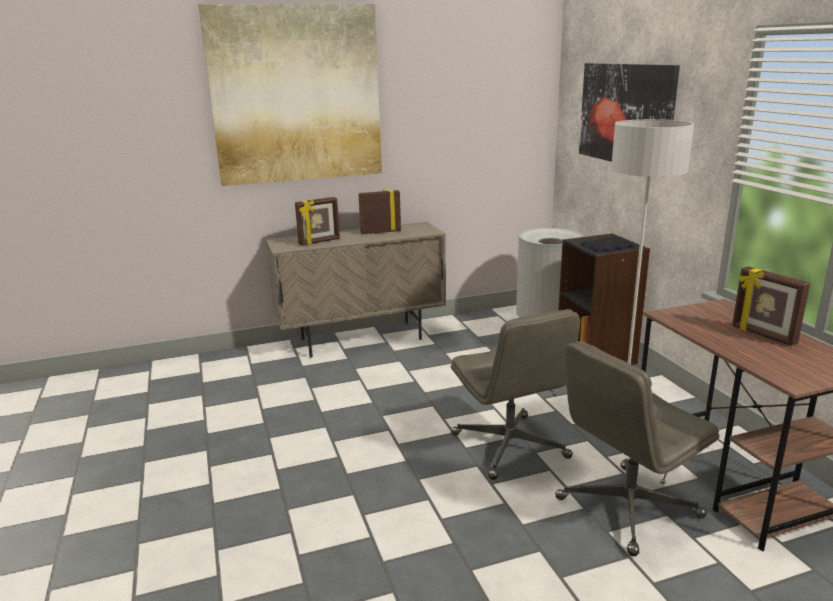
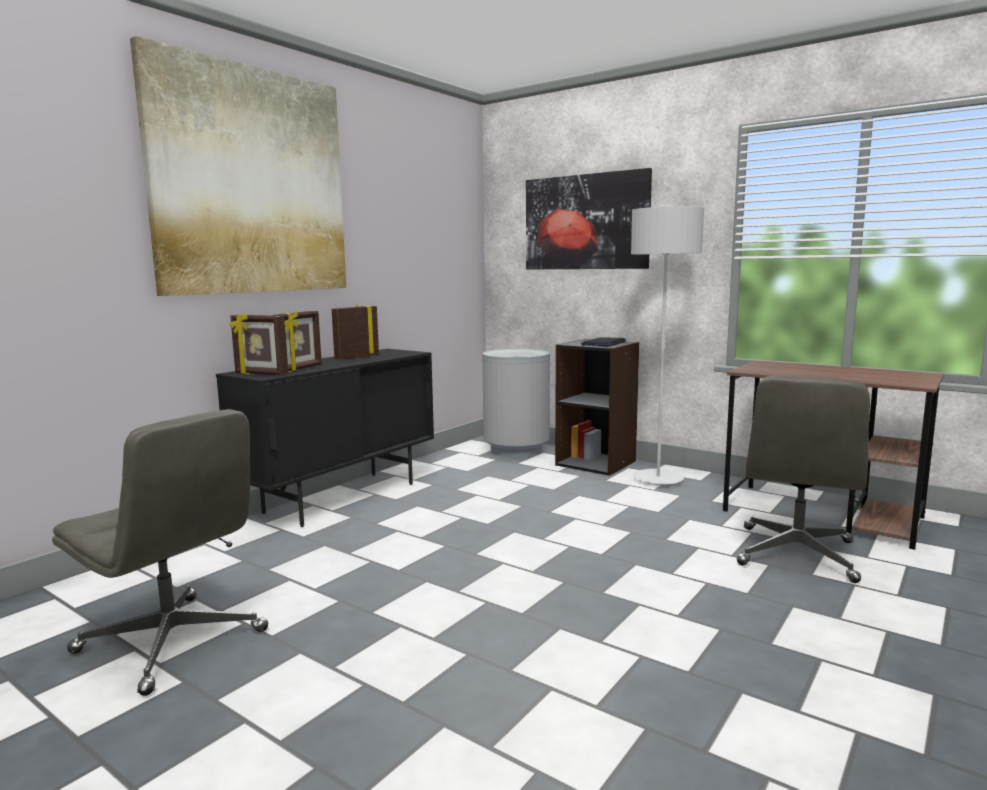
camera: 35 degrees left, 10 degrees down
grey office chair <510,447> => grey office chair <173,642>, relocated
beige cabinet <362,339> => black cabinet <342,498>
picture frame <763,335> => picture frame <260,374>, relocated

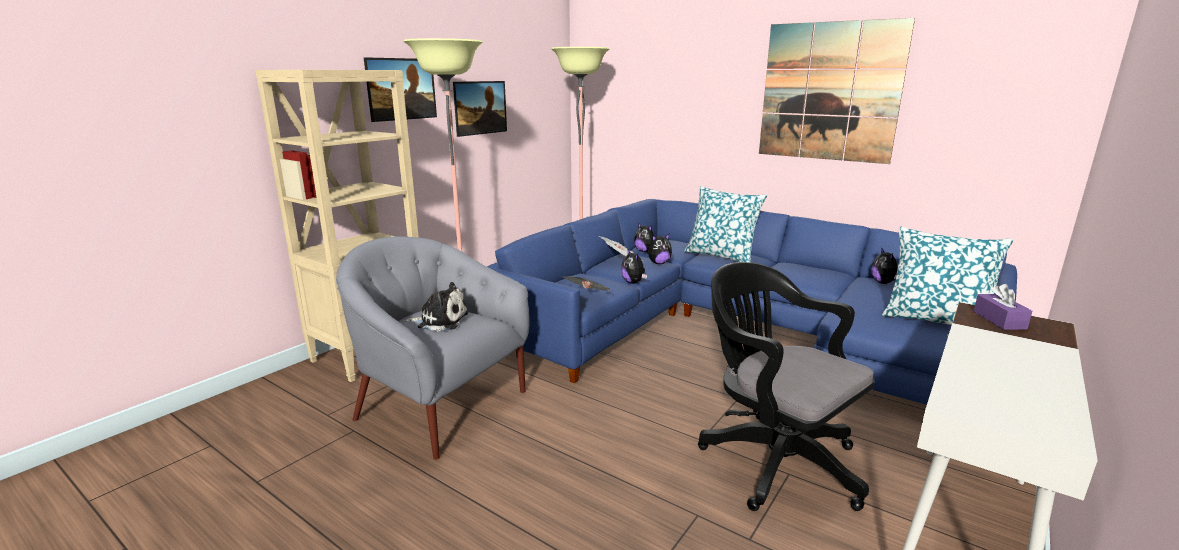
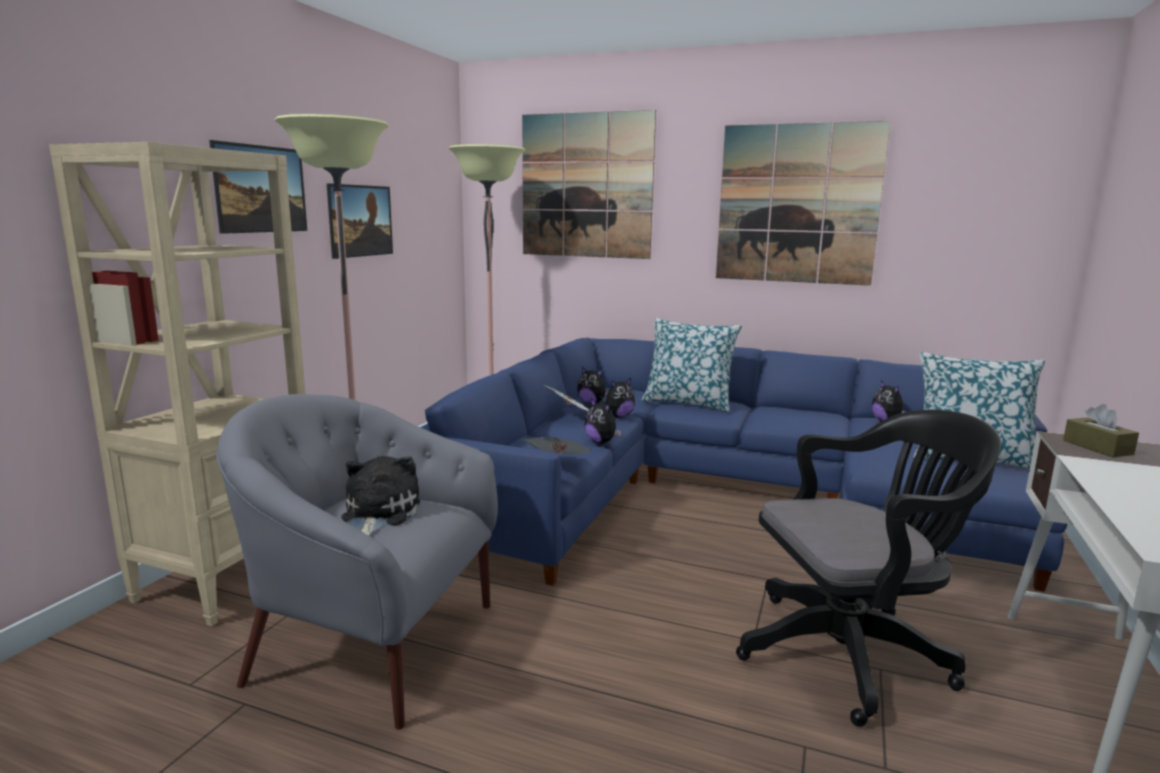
camera: 15 degrees left, 5 degrees down
plush toy <440,320> => plush toy <378,514>, 75 degrees counterclockwise
nothing => picture <586,186>
black office chair <773,459> => black office chair <852,653>, 135 degrees clockwise
purple tissue box <999,320> => brown tissue box <1097,447>

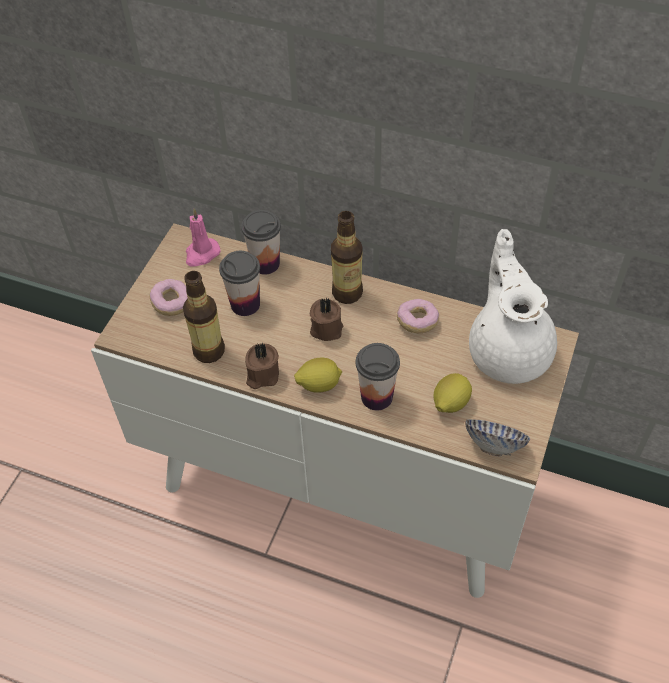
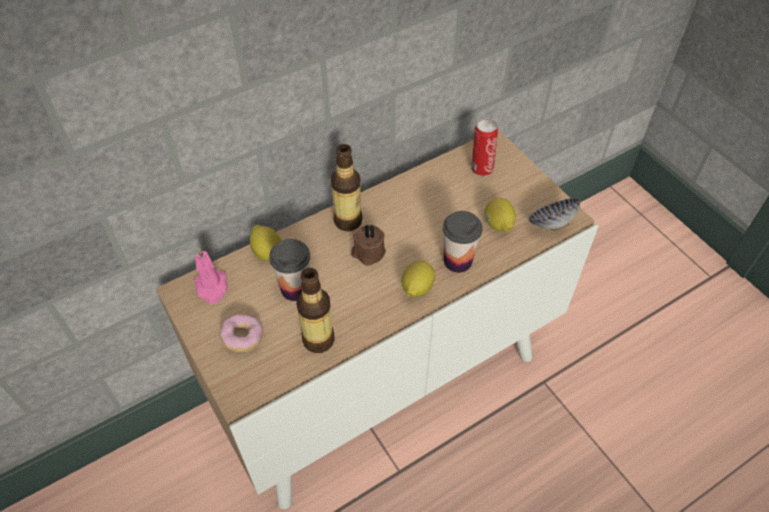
camera: 55 degrees left, 0 degrees up
cup <265,263> => lemon <267,252>
white teapot <509,350> => can <481,168>
brown candle <262,375> => nothing
donut <417,322> => nothing

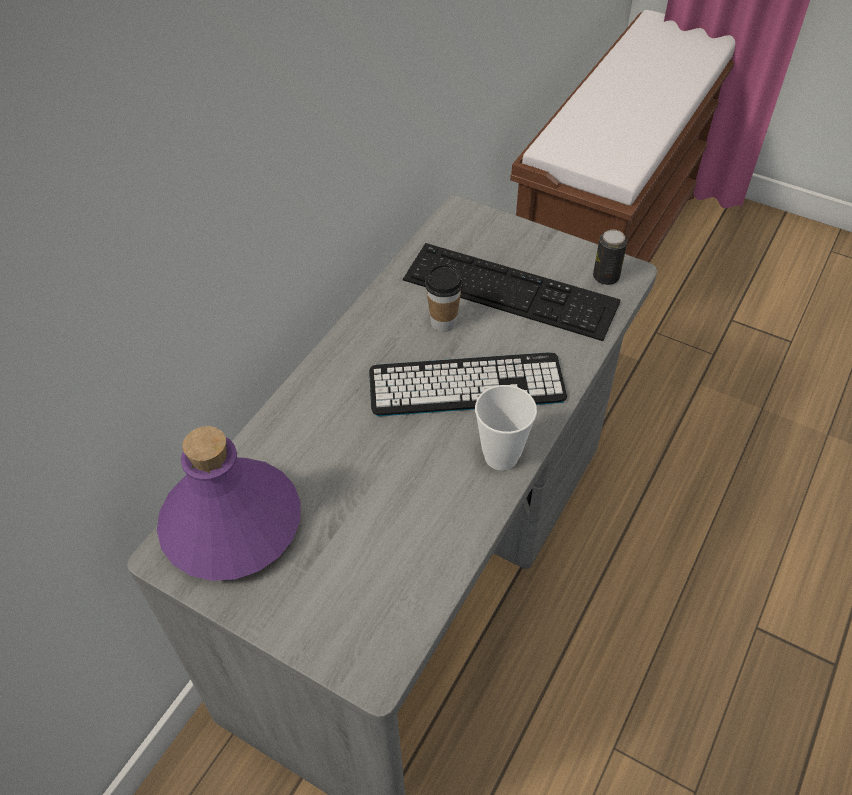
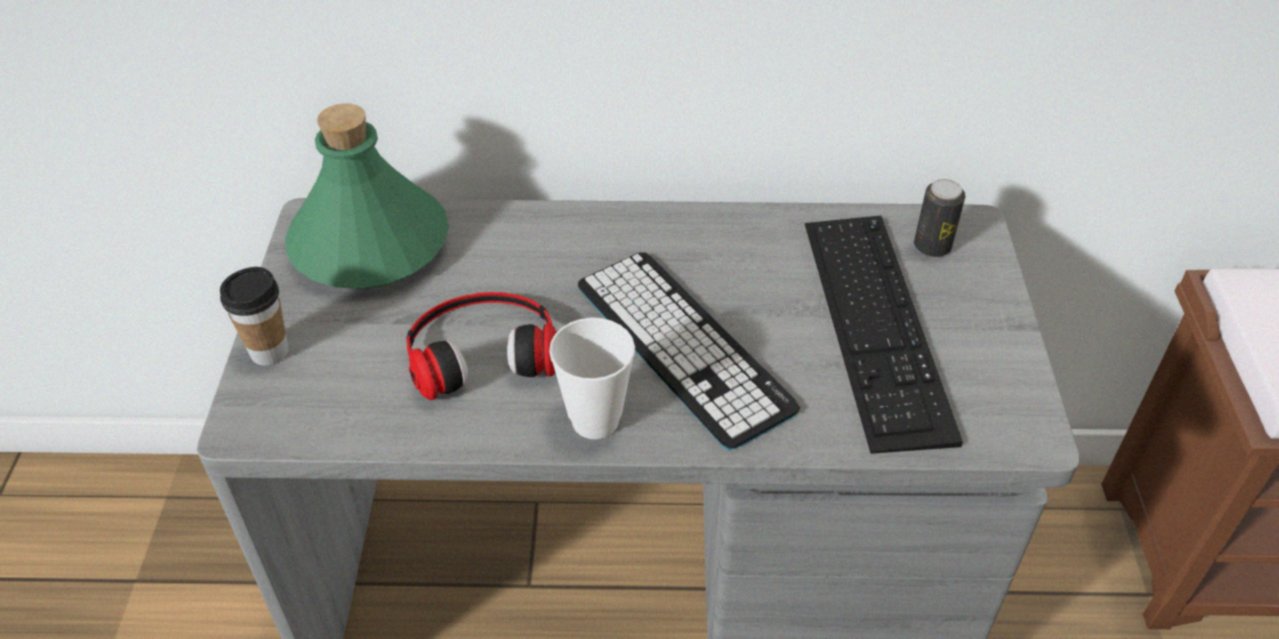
camera: 60 degrees right, 5 degrees down
cup <443,322> => cup <269,351>, relocated
purple bottle <231,524> => green bottle <370,244>
nothing => headphones <482,349>
can <606,277> => can <932,246>, relocated

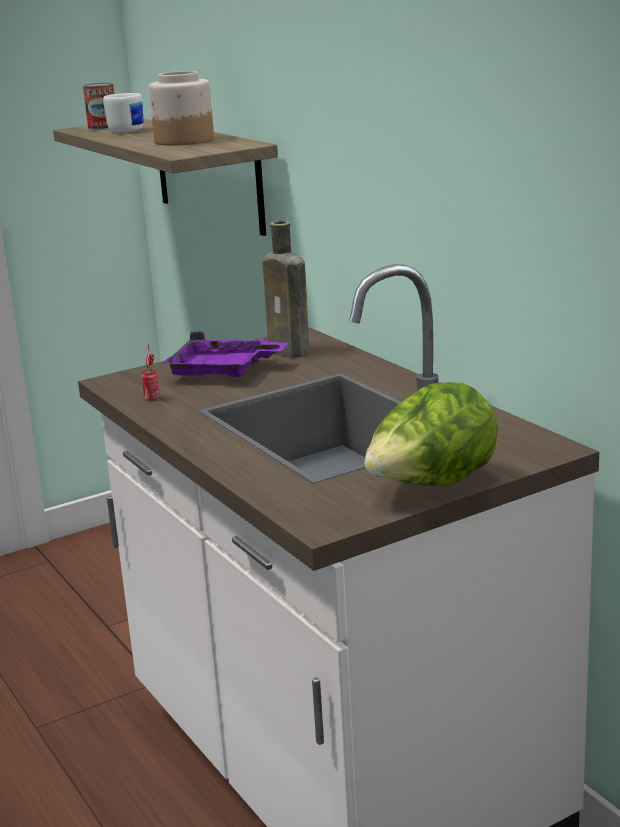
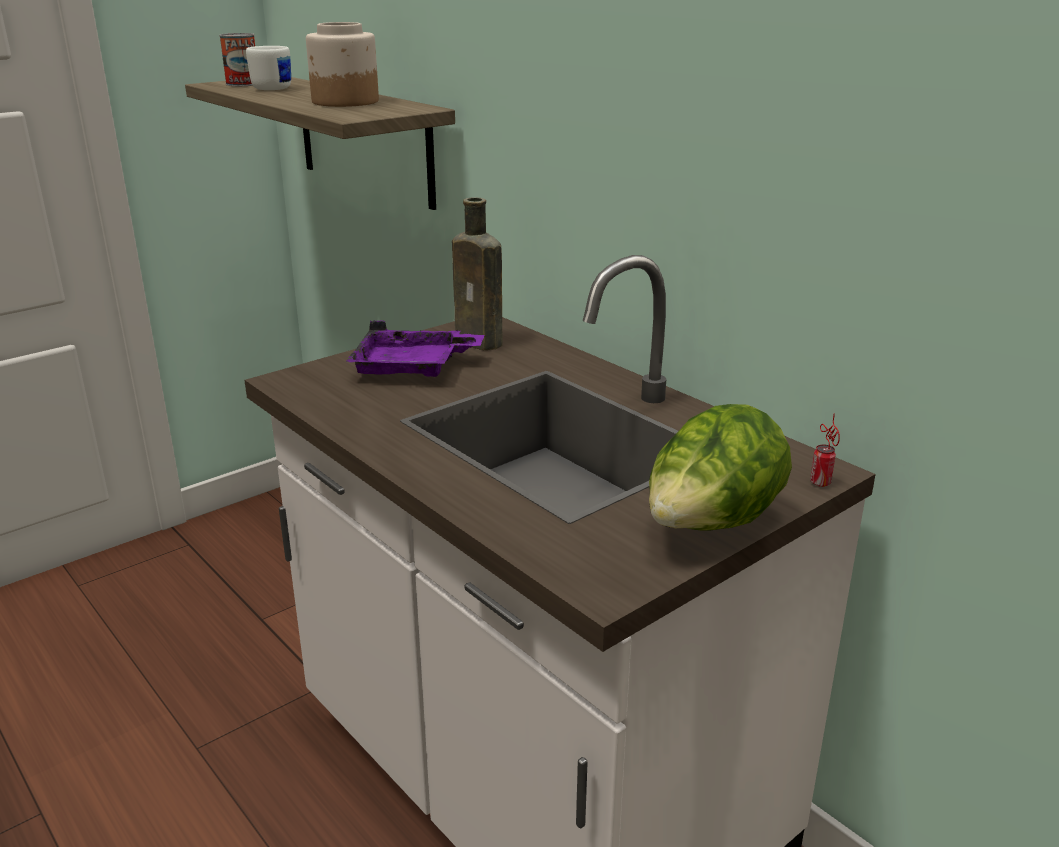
camera: 10 degrees left, 5 degrees up
can <152,398> => can <819,481>, relocated

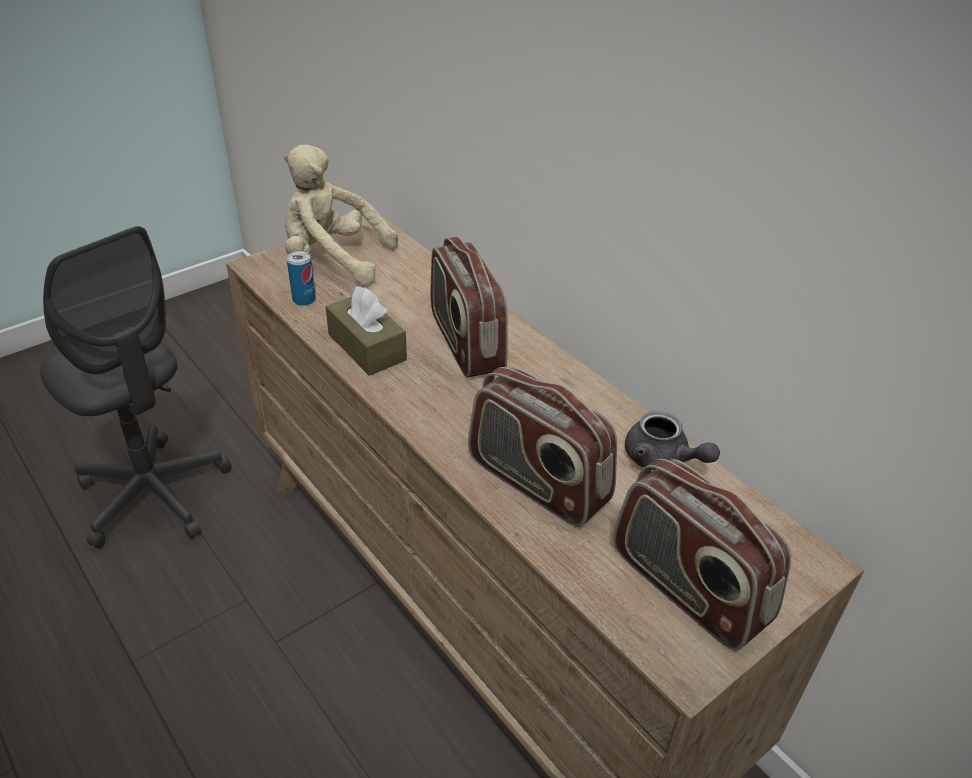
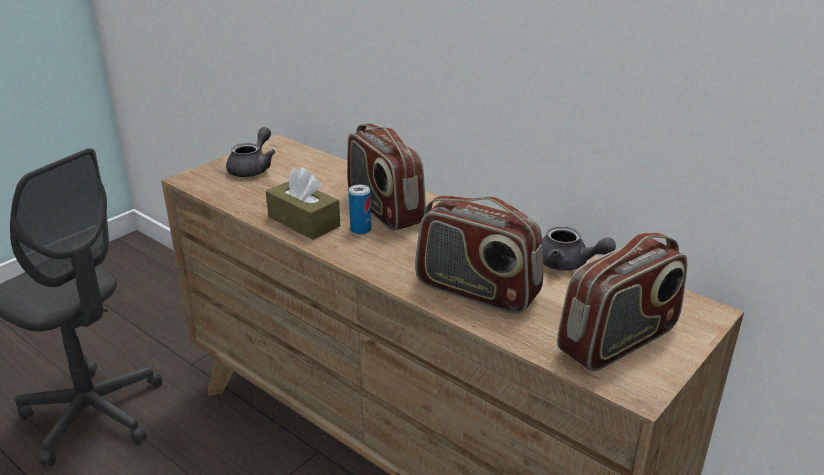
camera: 10 degrees left, 10 degrees down
beige plush toy <333,259> => grey teapot <253,168>
can <304,299> => can <360,229>, relocated
radio <687,588> => radio <619,341>, 75 degrees counterclockwise

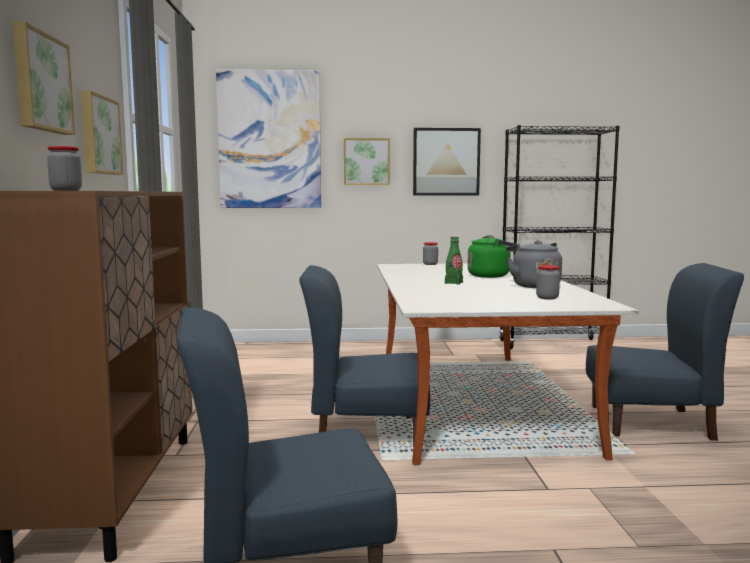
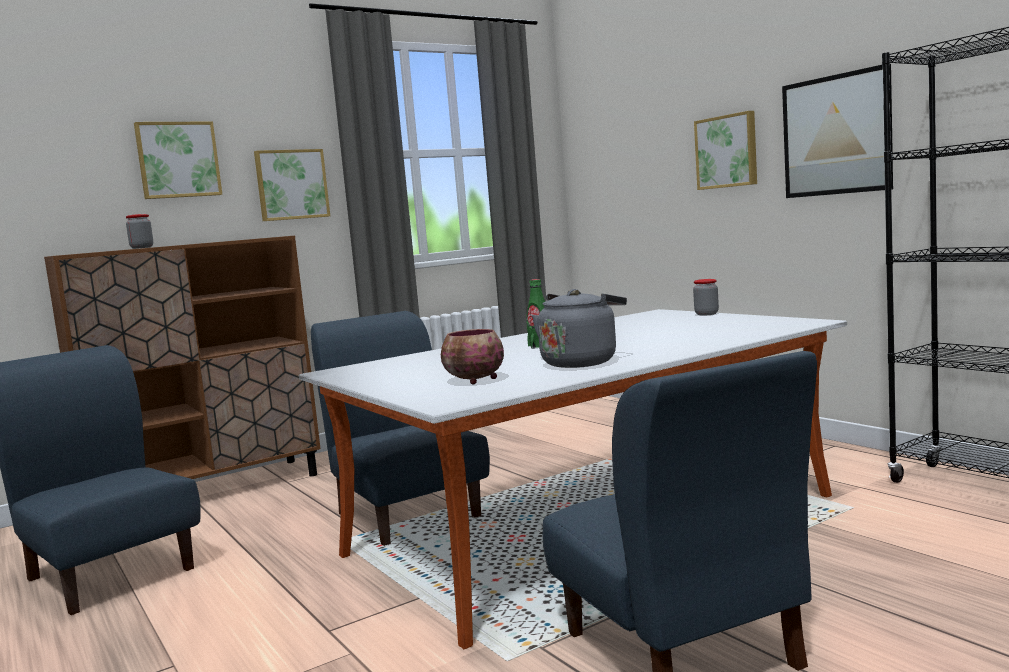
camera: 60 degrees right, 0 degrees up
jar <547,298> => bowl <475,381>
picture <270,140> => nothing
green kettle <491,276> => nothing

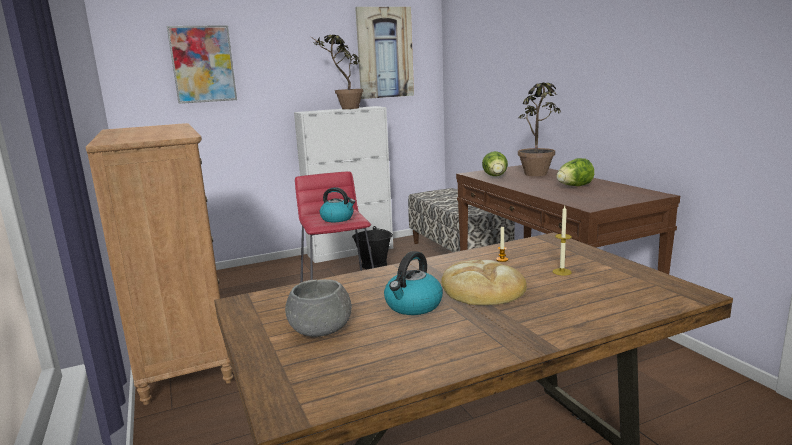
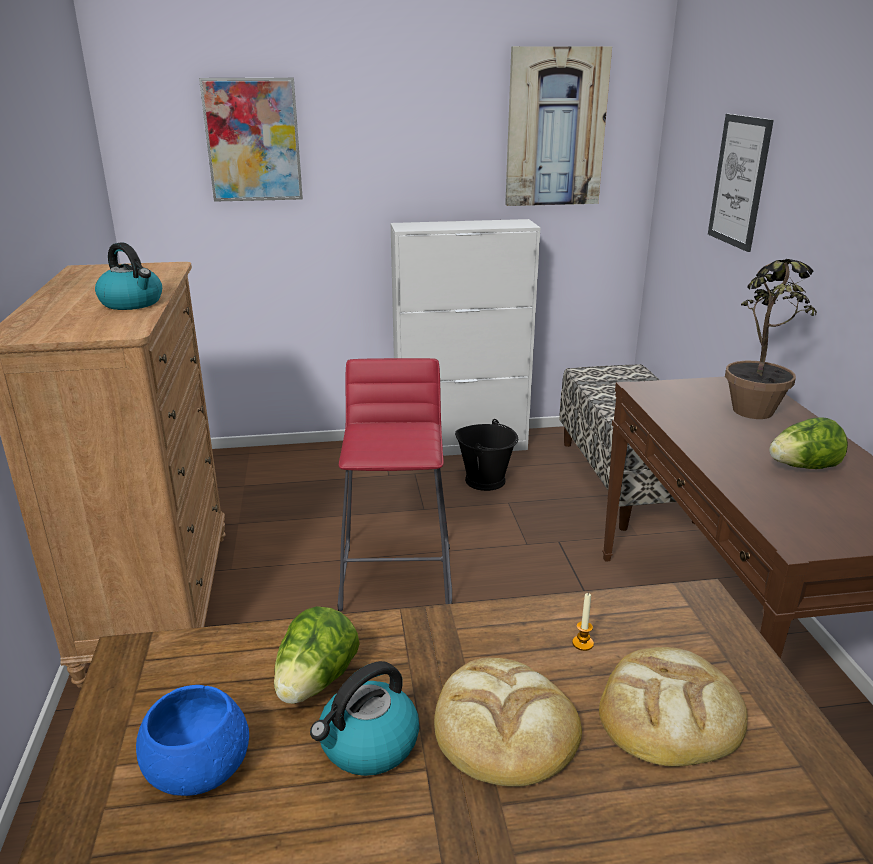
camera: 15 degrees right, 10 degrees up
kettle <338,218> => kettle <132,303>, relocated
grey bowl <321,328> => blue bowl <199,767>
lettuce <495,176> => lettuce <316,682>, relocated
candle <562,272> => bread <669,712>
nothing => picture <739,181>
potted plant <344,109> => nothing

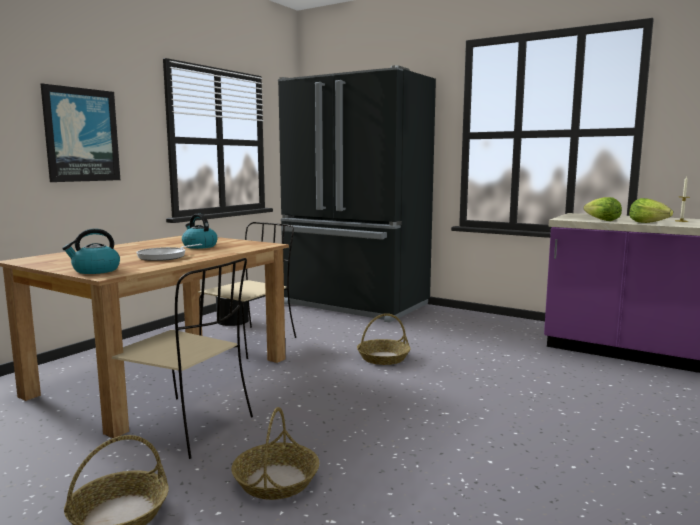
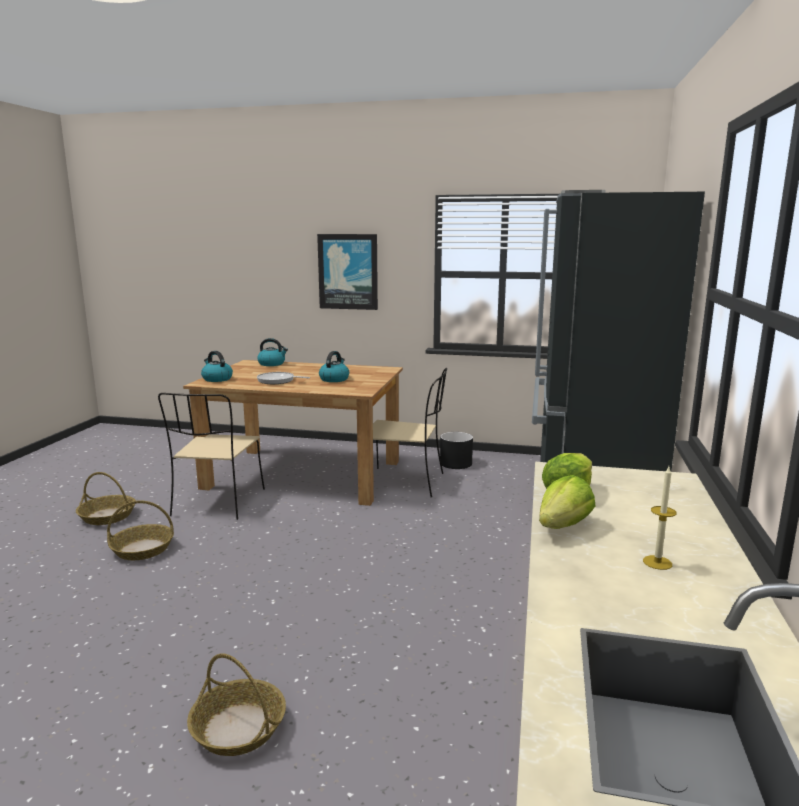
camera: 70 degrees right, 5 degrees up
basket <383,358> => basket <239,728>, relocated
nothing => kettle <272,364>

